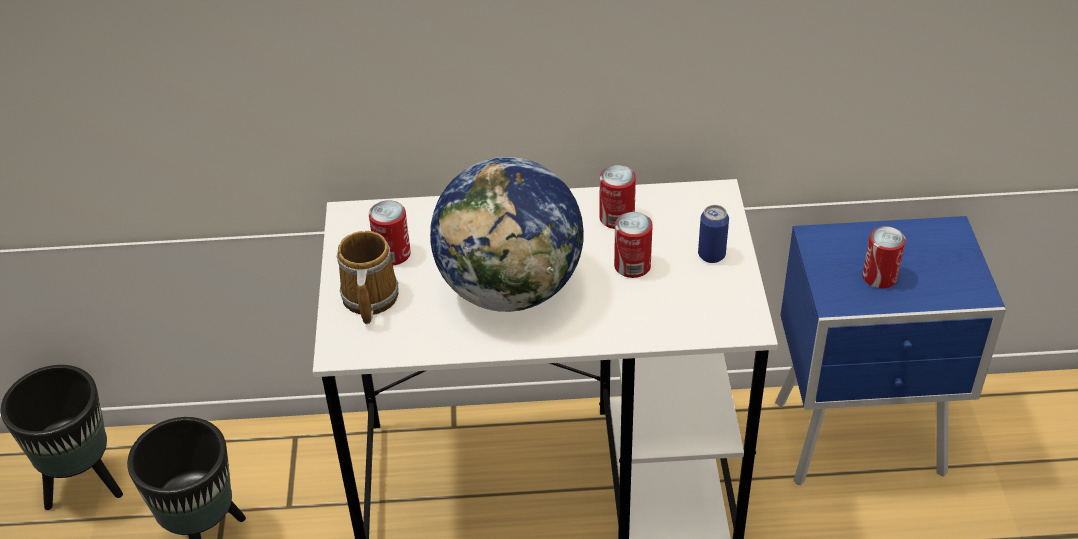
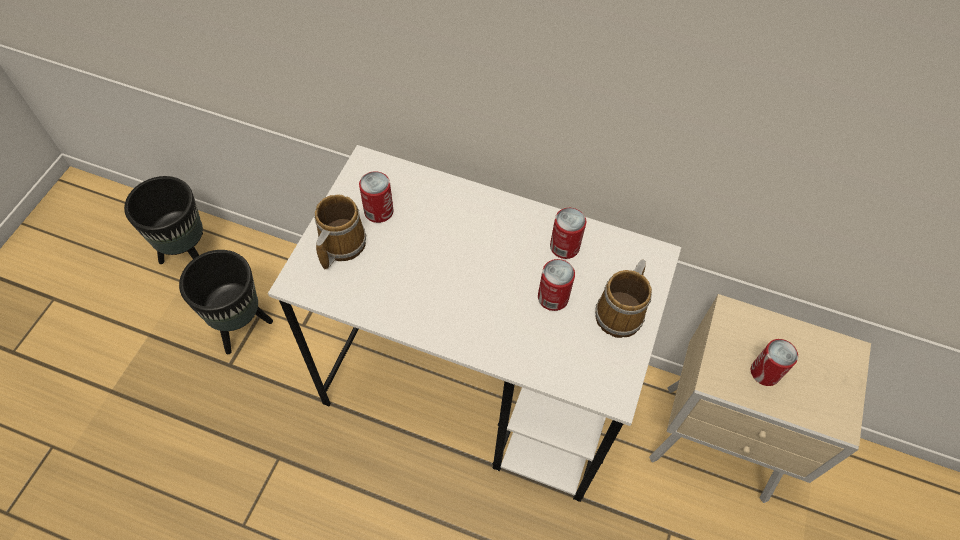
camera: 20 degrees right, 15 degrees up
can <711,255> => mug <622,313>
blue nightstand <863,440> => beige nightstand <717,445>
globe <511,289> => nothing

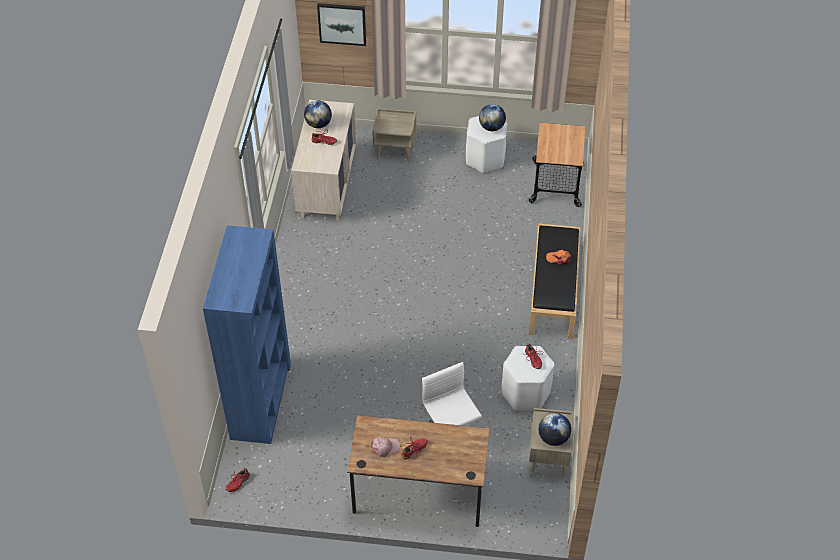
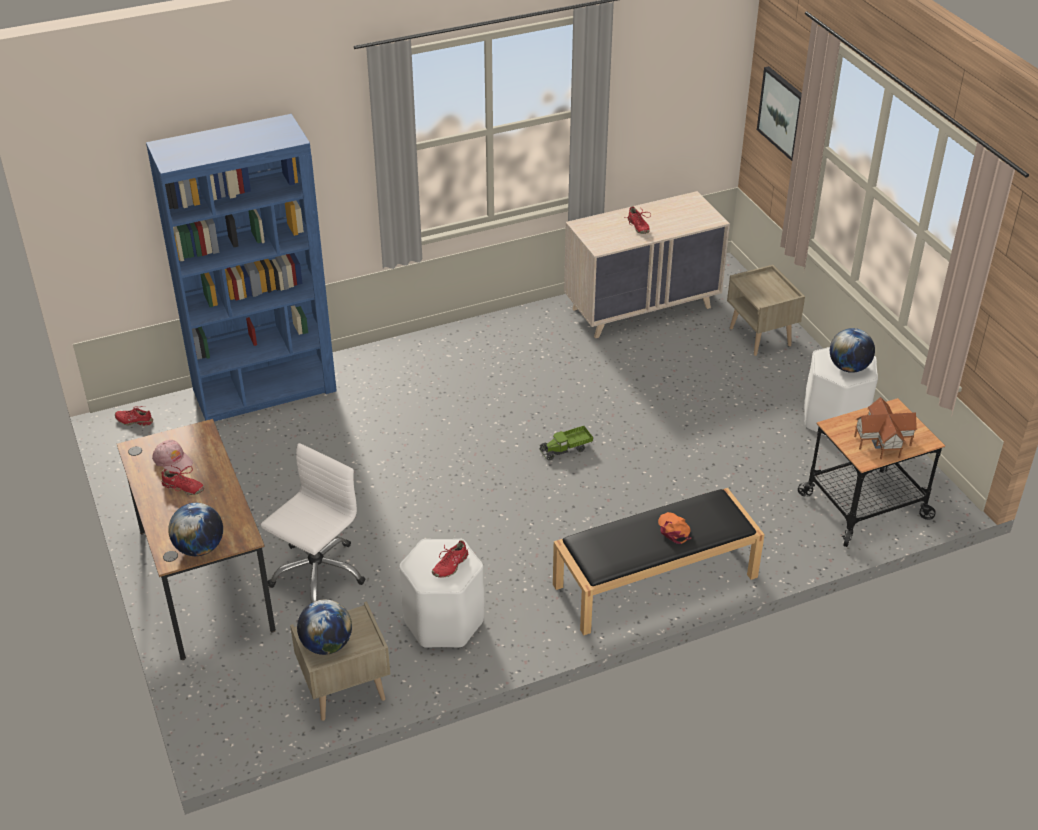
camera: 60 degrees right, 10 degrees down
globe <318,124> => globe <199,548>, relocated
nothing => toy truck <566,449>
nothing => toy house <881,441>

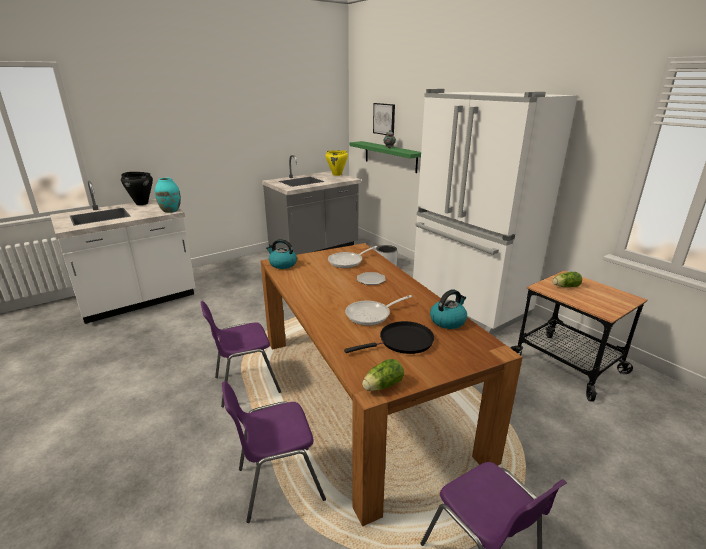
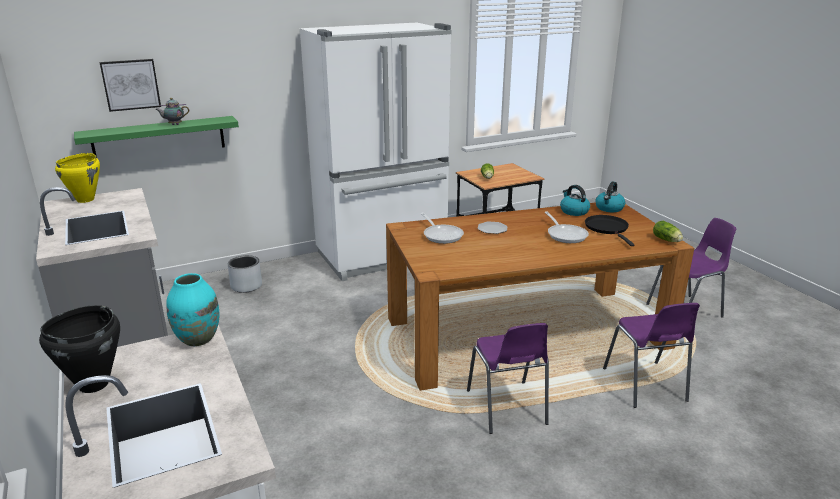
camera: 80 degrees left, 0 degrees up
kettle <282,264> => kettle <609,208>, relocated

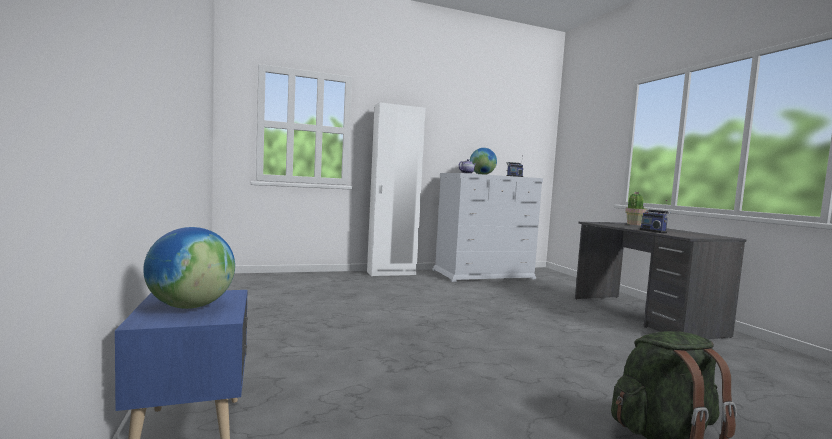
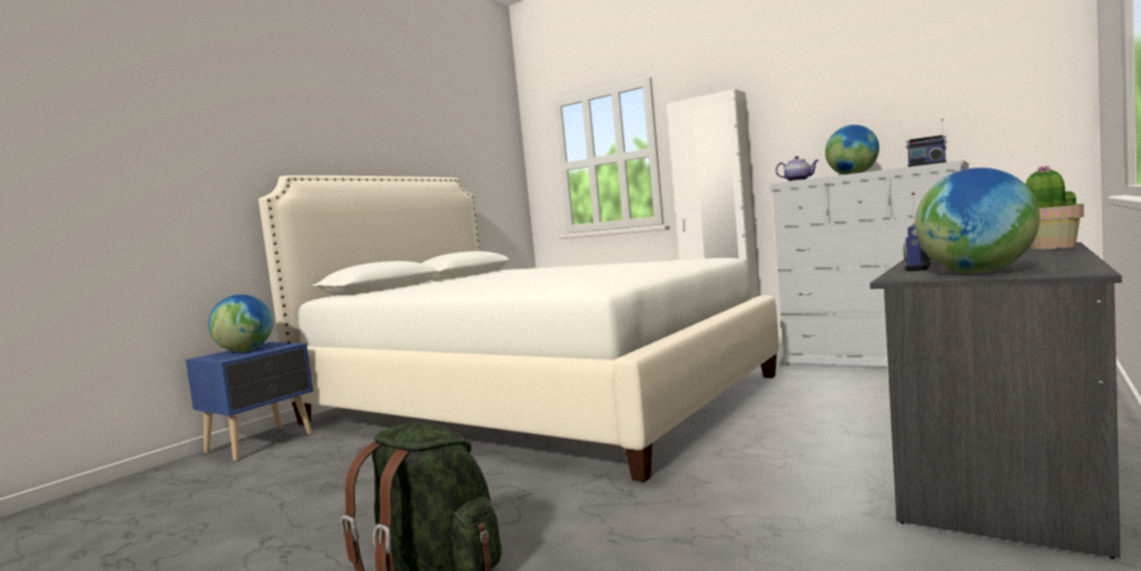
camera: 55 degrees right, 0 degrees up
nothing => white bed <534,399>
nothing => globe <977,272>

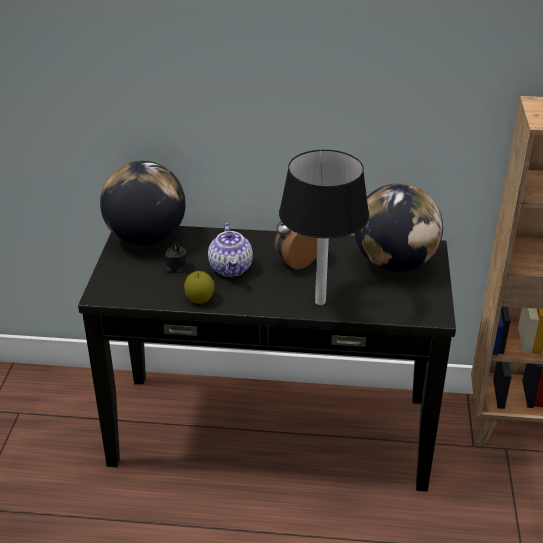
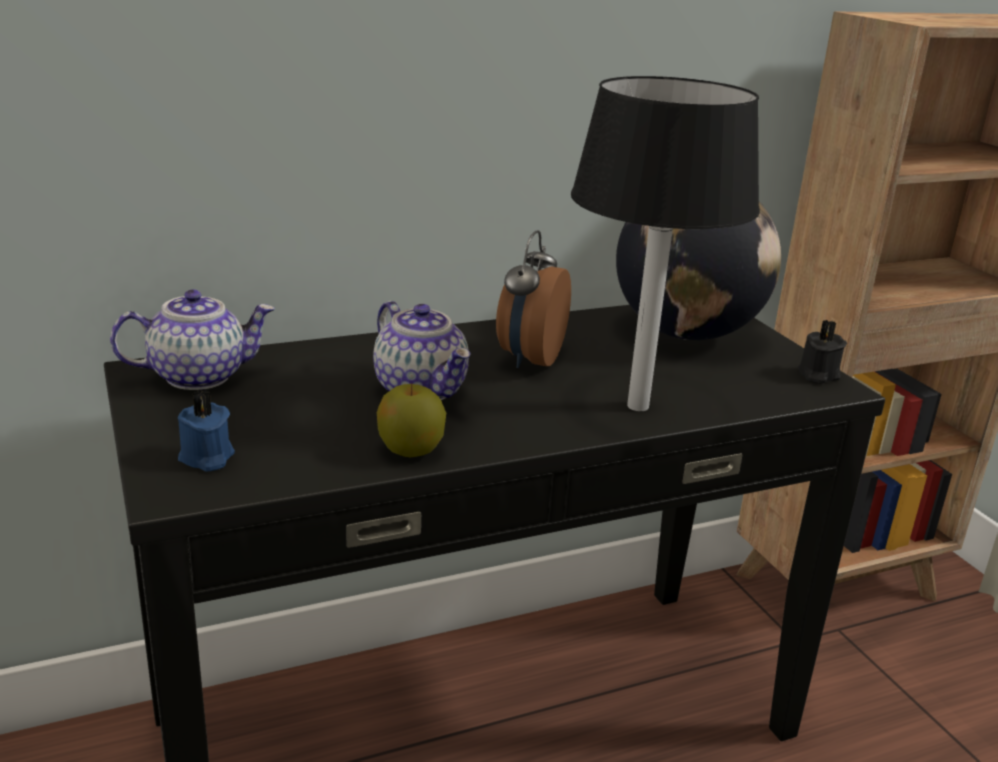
camera: 30 degrees left, 10 degrees down
globe <146,238> => teapot <199,375>
nothing => blue candle <206,458>
black candle <175,267> => black candle <817,375>, relocated

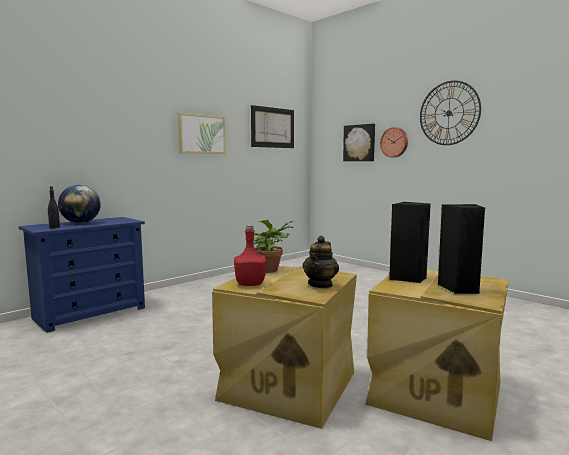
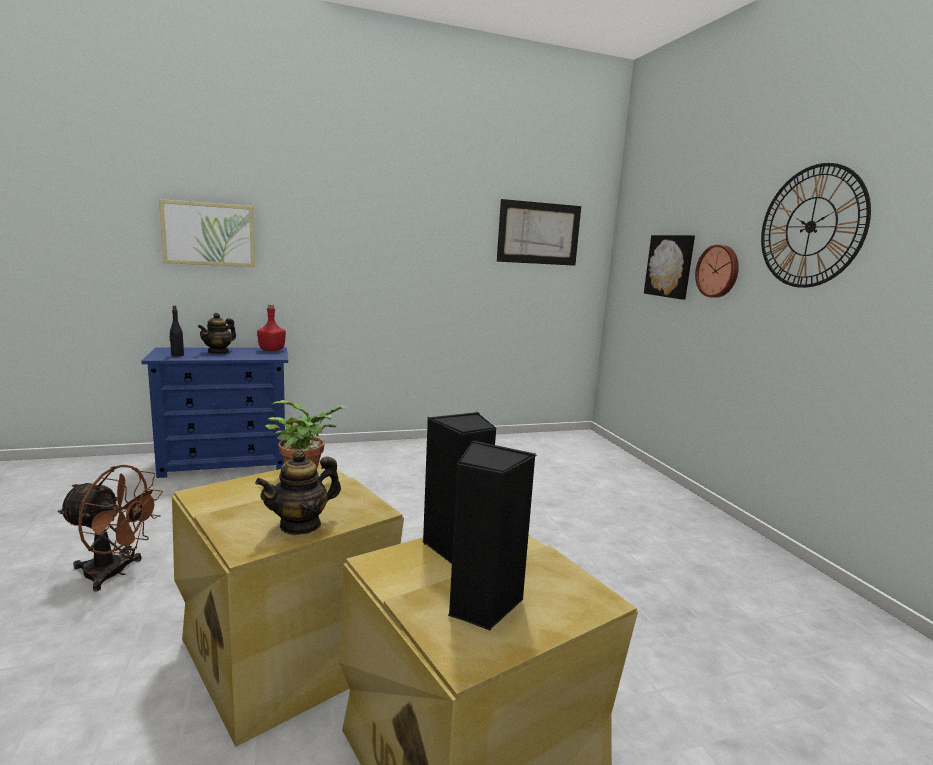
camera: 25 degrees right, 5 degrees up
nothing => brown fan <114,573>
picture <201,134> => picture <209,234>, relocated
globe <81,223> => teapot <218,352>
red bottle <251,284> => red bottle <272,350>, relocated

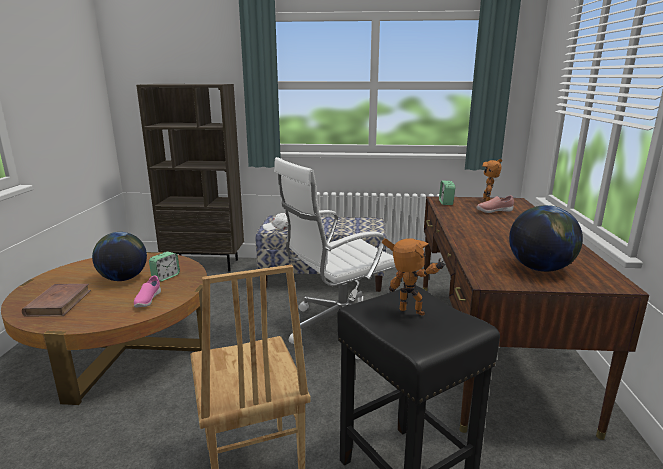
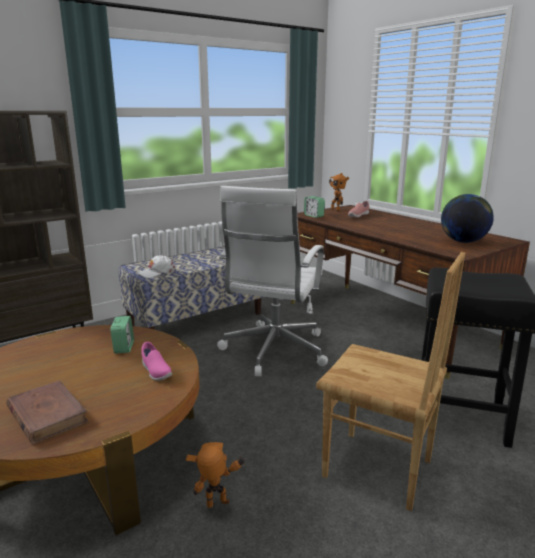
camera: 40 degrees left, 0 degrees up
toy robot <411,314> => toy robot <219,507>, relocated
globe <123,278> => nothing

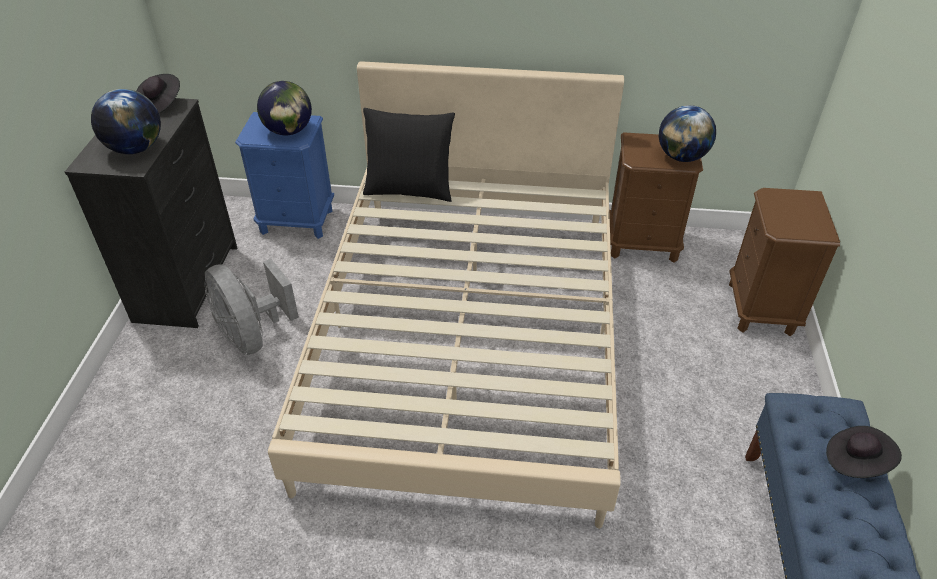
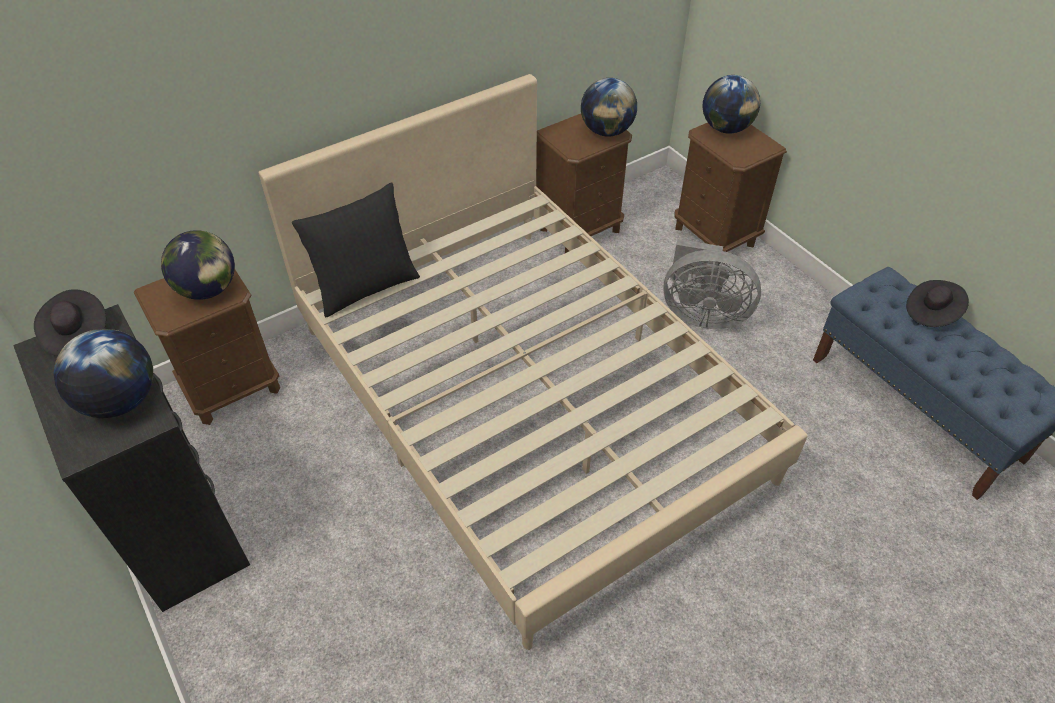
camera: 40 degrees left, 5 degrees up
blue nightstand <297,221> => brown nightstand <232,388>
grey fan <253,335> => grey fan <701,314>, relocated
nothing => globe <726,128>

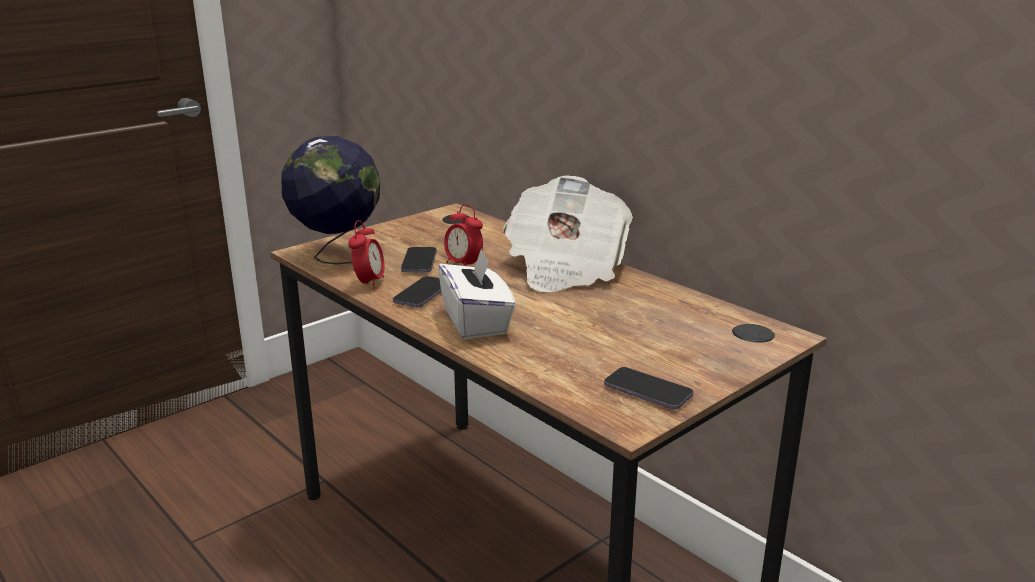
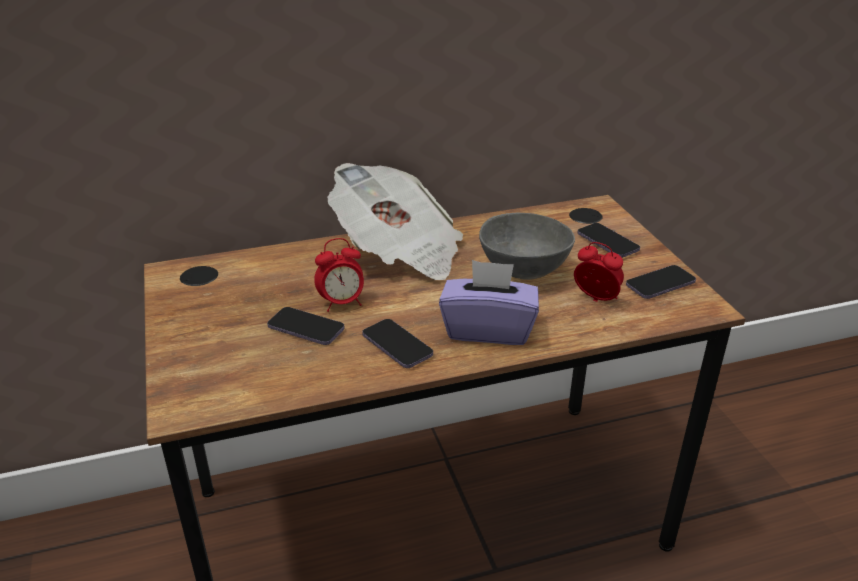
camera: 65 degrees left, 10 degrees up
white tissue box <476,322> => purple tissue box <488,329>
nothing => grey bowl <524,271>
alarm clock <369,283> => alarm clock <596,299>, relocated
nothing => phone <607,242>
globe <337,255> => nothing

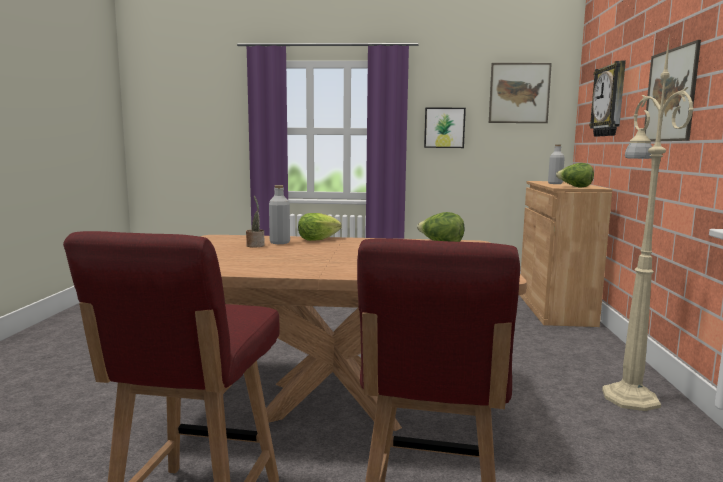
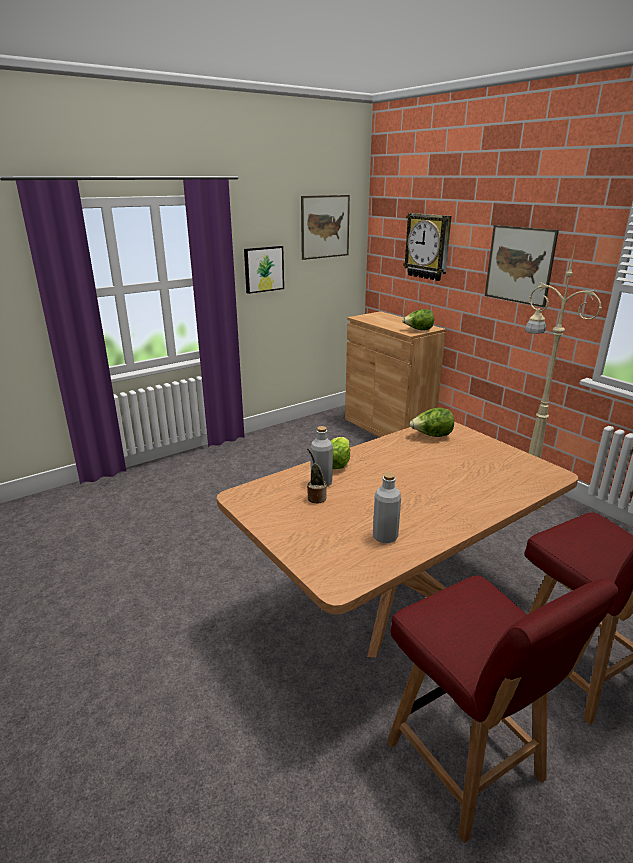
camera: 40 degrees left, 15 degrees up
grey bottle <555,183> => grey bottle <385,537>, relocated

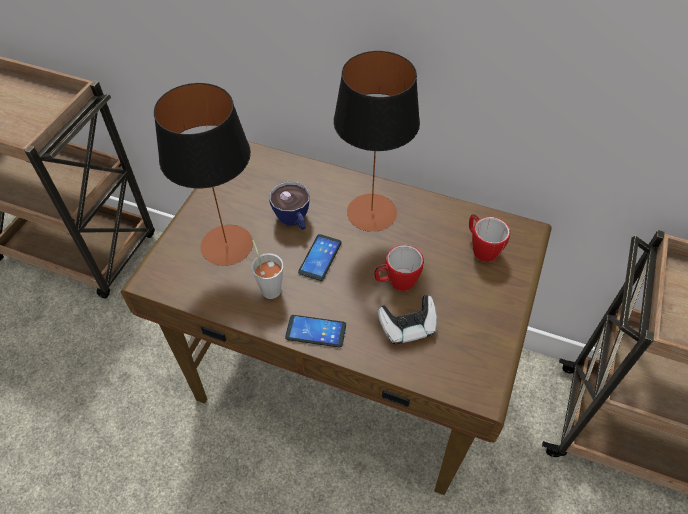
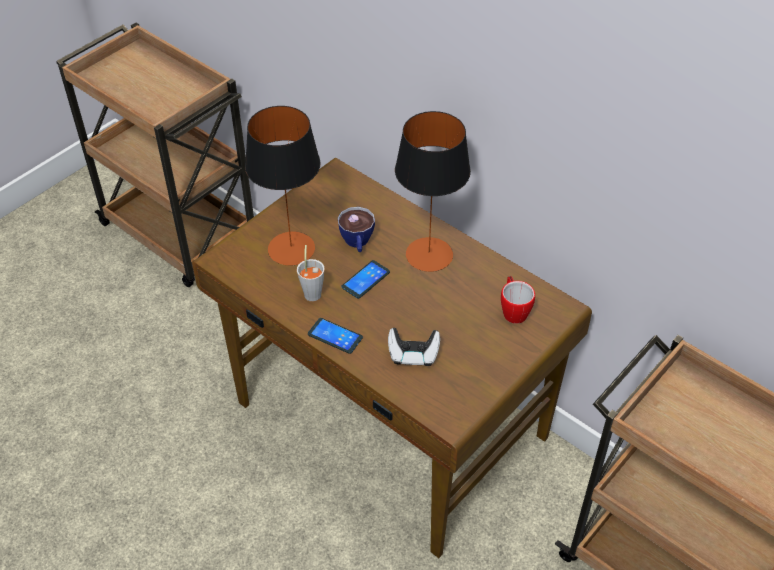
camera: 20 degrees right, 5 degrees down
mug <396,282> => nothing

